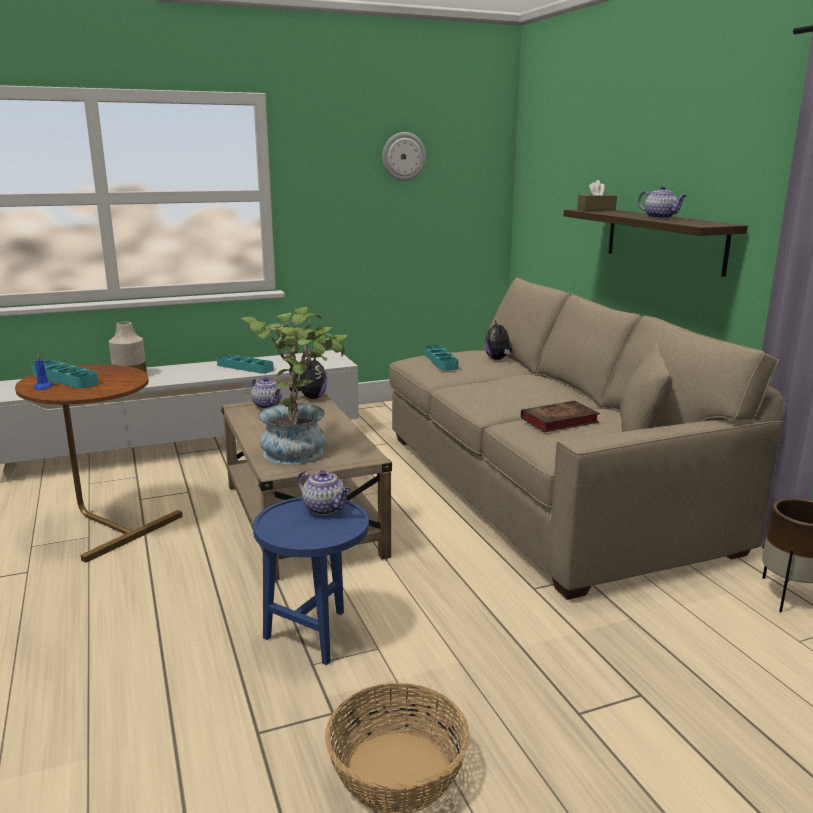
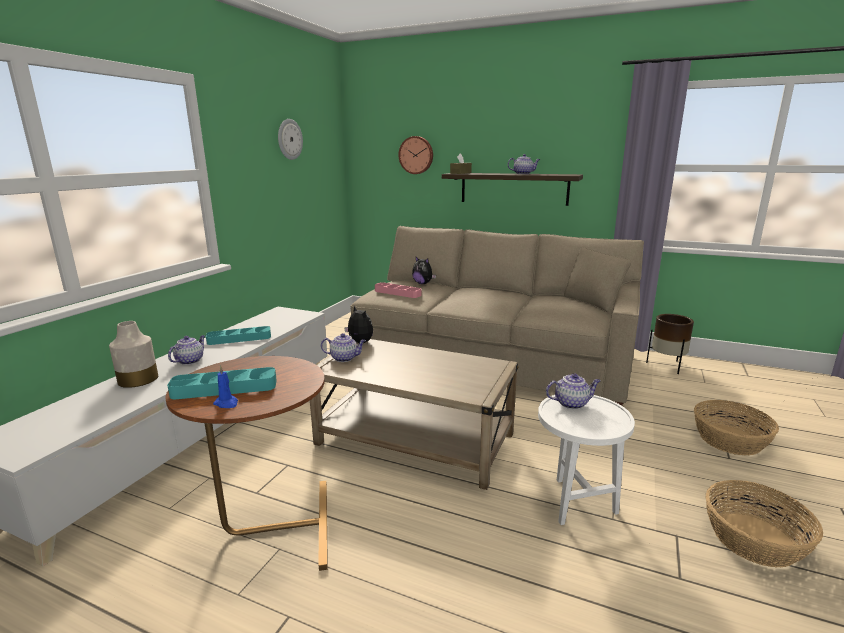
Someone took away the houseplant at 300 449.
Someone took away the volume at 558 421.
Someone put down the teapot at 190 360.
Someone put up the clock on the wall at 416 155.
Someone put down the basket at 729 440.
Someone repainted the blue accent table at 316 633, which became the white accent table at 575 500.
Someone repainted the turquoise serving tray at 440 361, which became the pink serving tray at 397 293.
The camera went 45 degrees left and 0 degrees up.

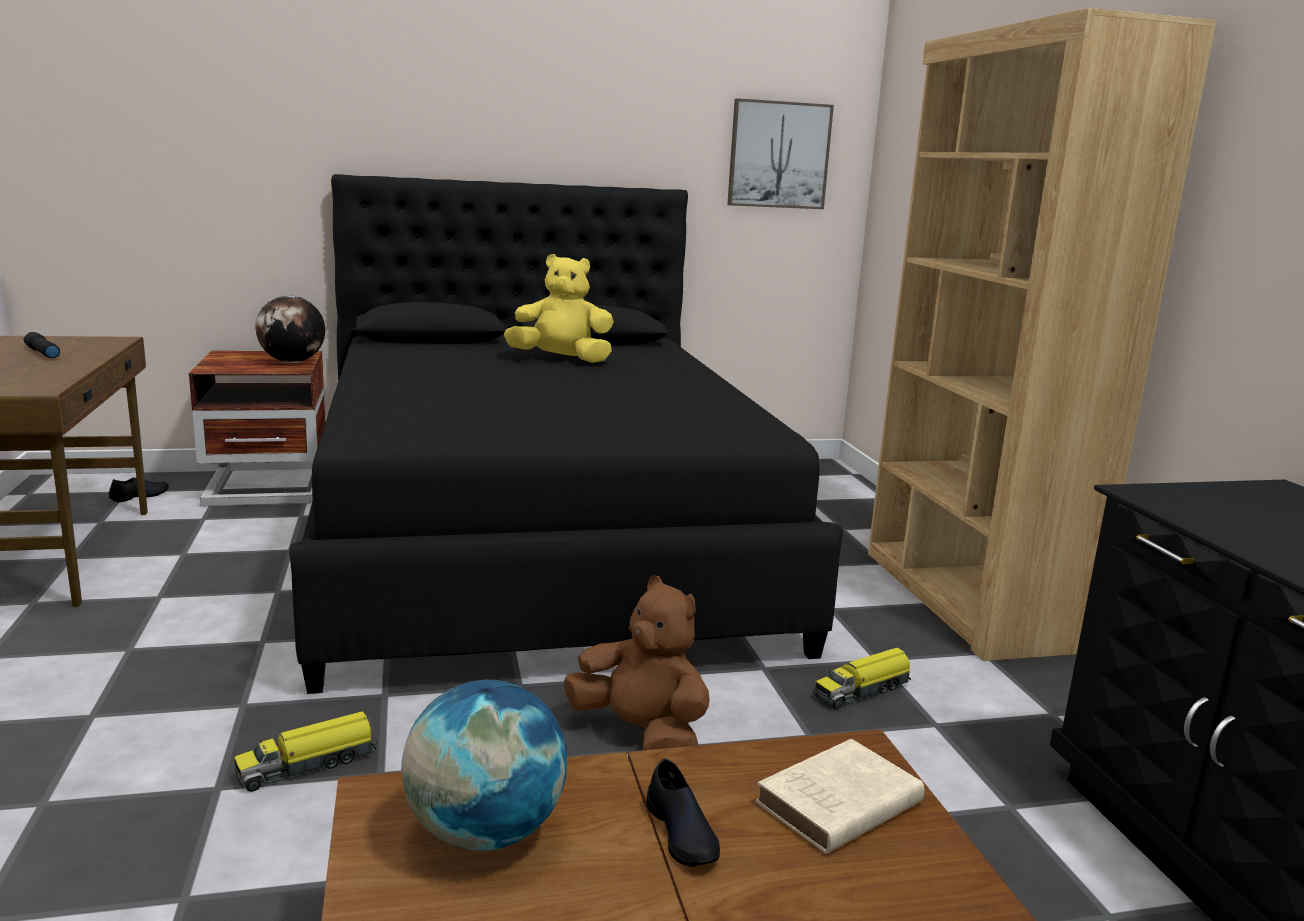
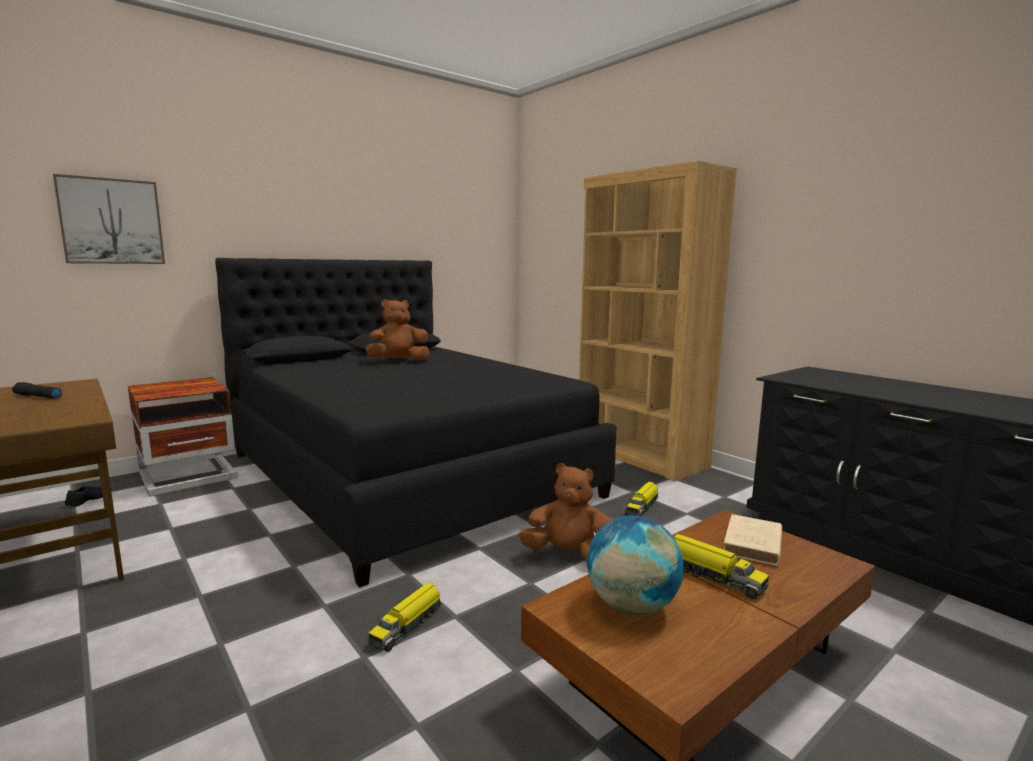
Someone took away the world globe at 292 362.
Someone carried the wall art from 778 155 to 111 221.
Someone swapped the blackish shoe at 682 833 for the toy truck at 713 576.
Someone repainted the yellowish soft toy at 561 360, which became the brown-coloured soft toy at 398 361.
The camera went 25 degrees left and 5 degrees down.

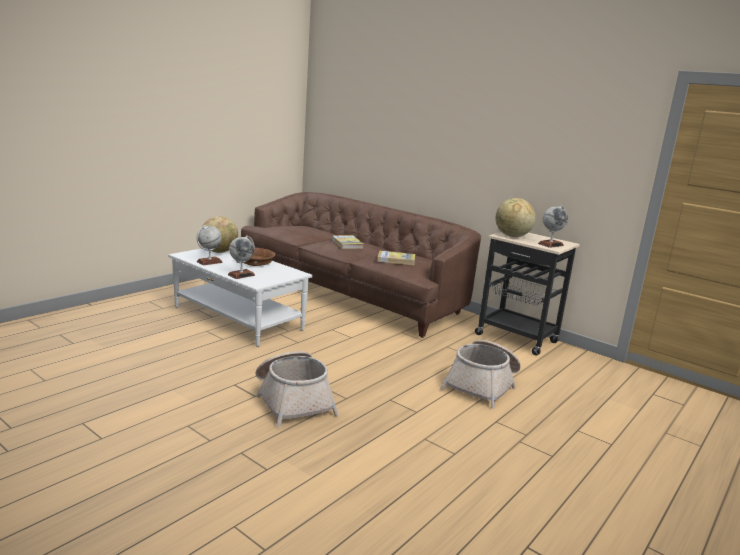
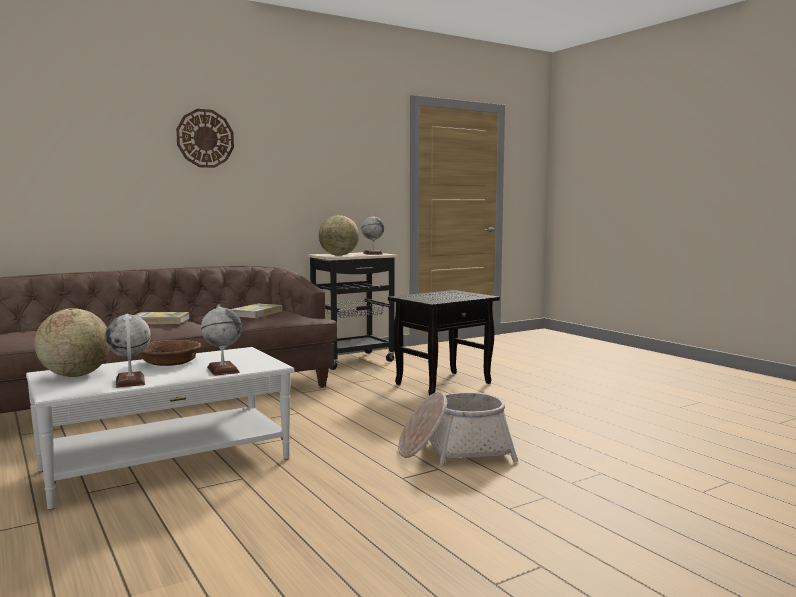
Someone put up the clock on the wall at 205 138.
Someone swapped the basket at 482 385 for the blackish accent table at 443 383.
The camera went 70 degrees left and 10 degrees down.

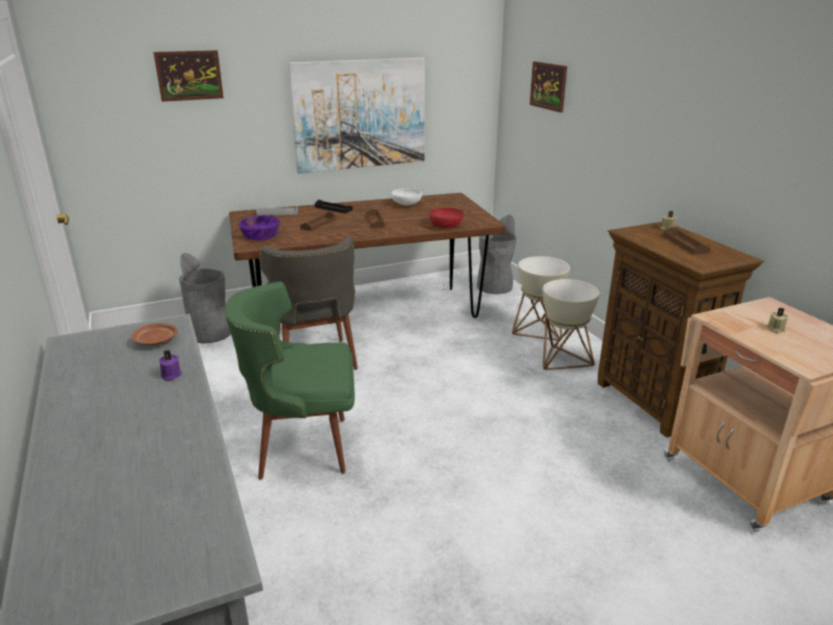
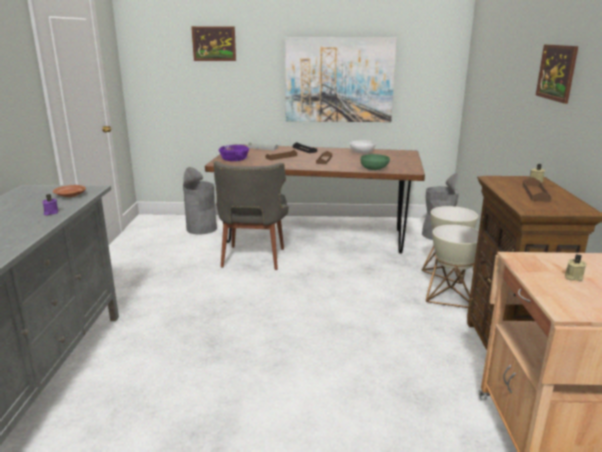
Someone took away the green-coloured chair at 305 448.
Someone carried the wall art from 548 86 to 556 72.
Someone repainted the red bowl at 446 226, which became the green-coloured bowl at 374 169.
The camera went 25 degrees right and 5 degrees down.

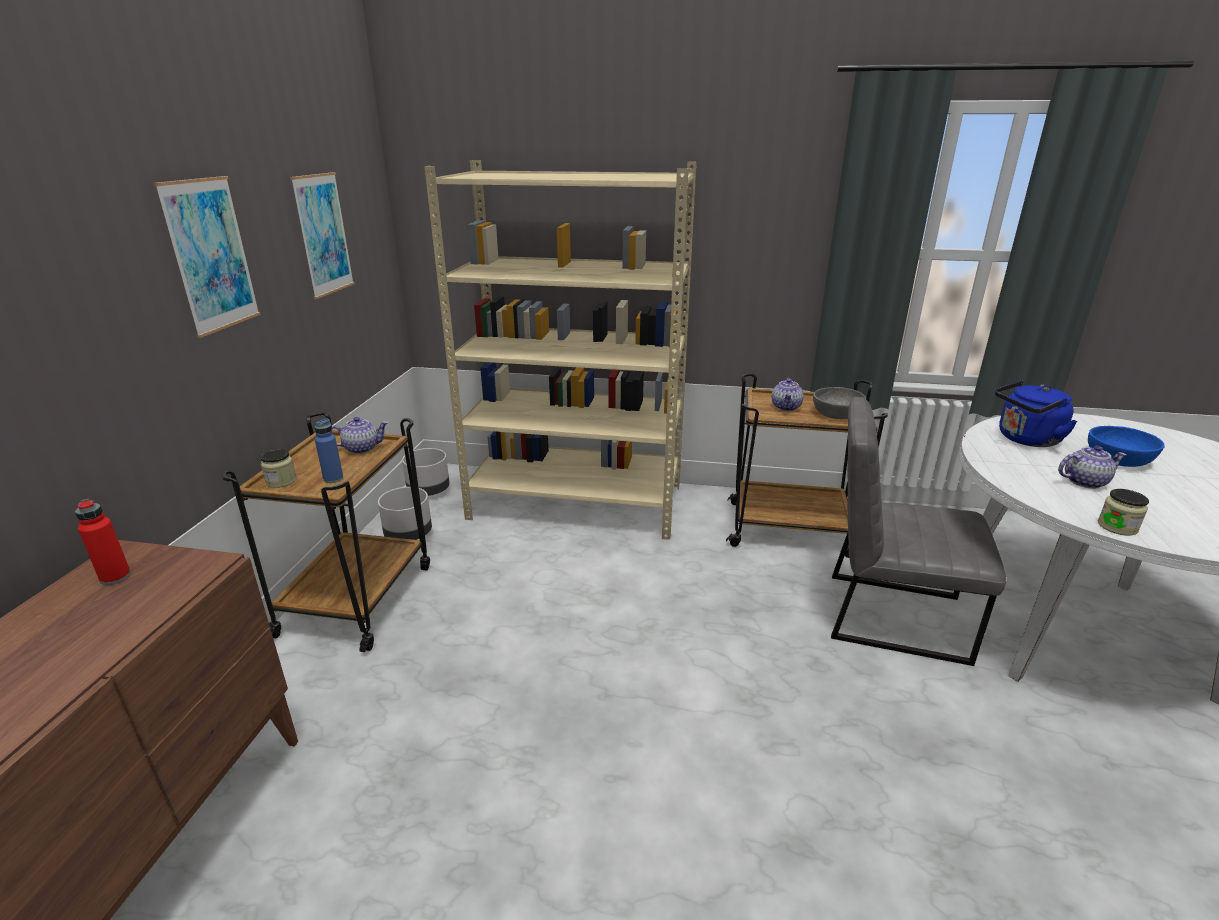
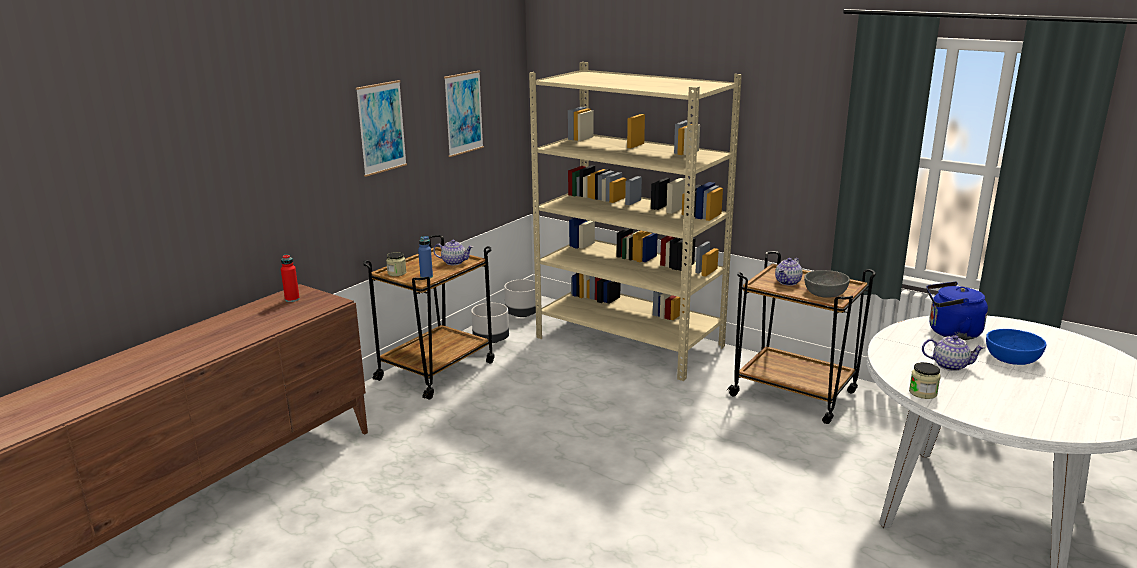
Someone took away the gray chair at 891 615.
The camera went 25 degrees right and 5 degrees down.

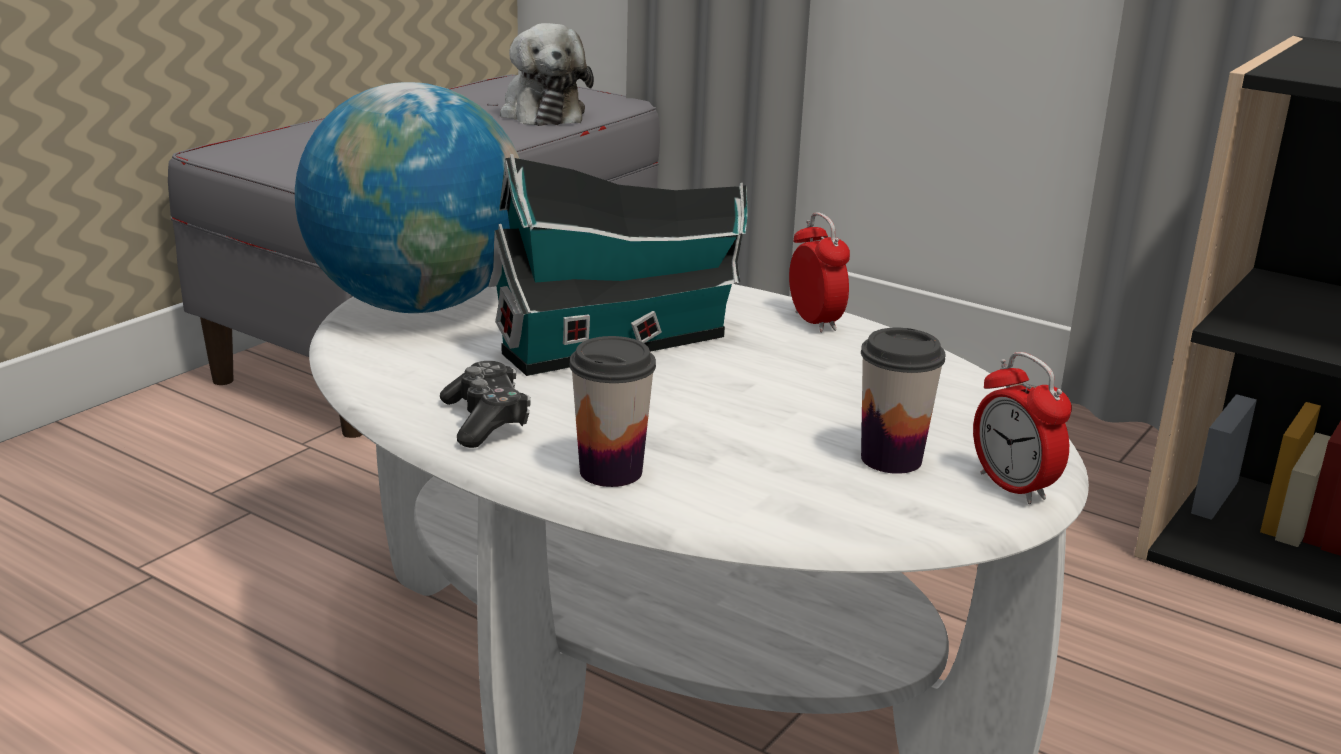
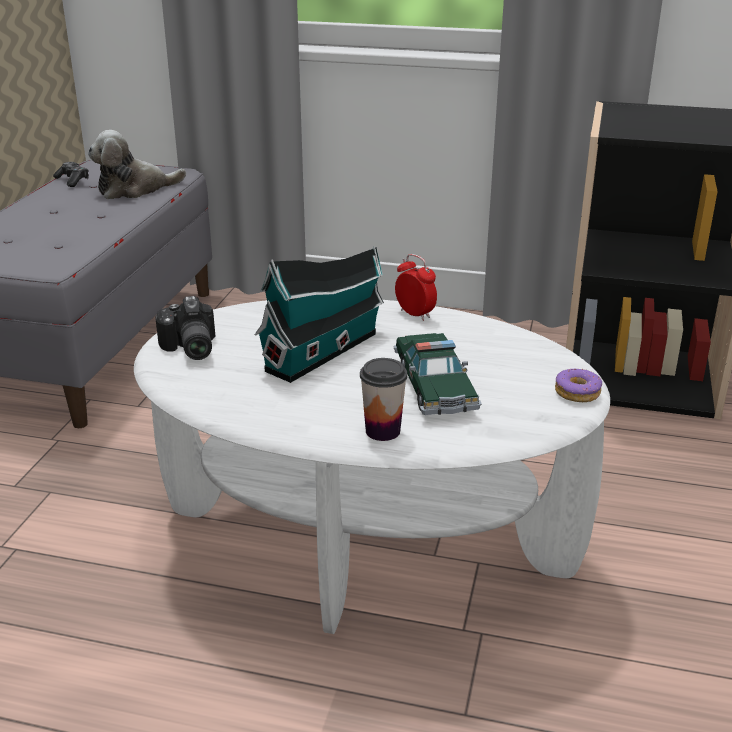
Someone took away the drinking cup at 891 459.
Someone put down the model car at 434 387.
Someone carried the game controller from 486 420 to 73 180.
Someone swapped the world globe at 418 305 for the still camera at 188 349.
Someone swapped the table clock at 1013 487 for the doughnut at 577 393.
Someone rotated the soft toy at 541 113 by 105 degrees clockwise.
The camera went 20 degrees left and 5 degrees up.

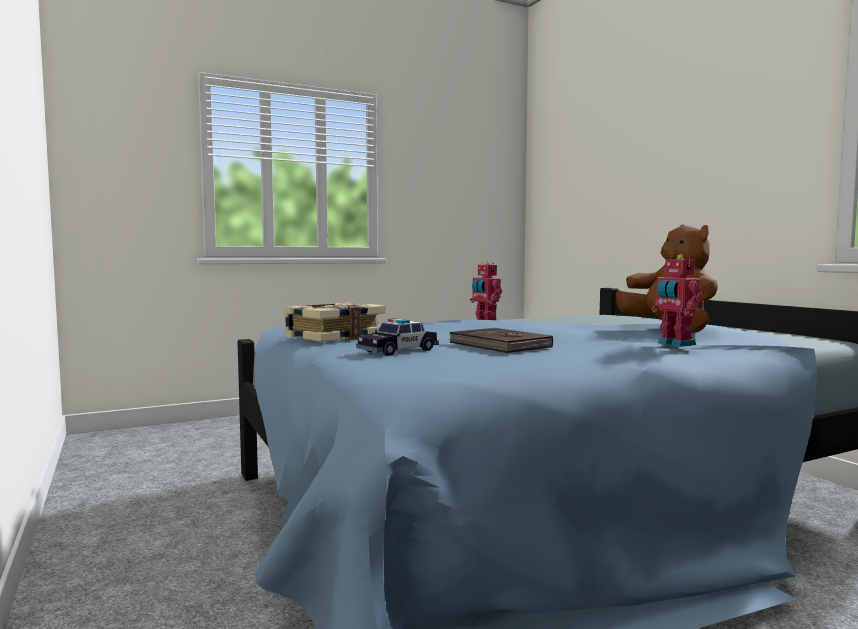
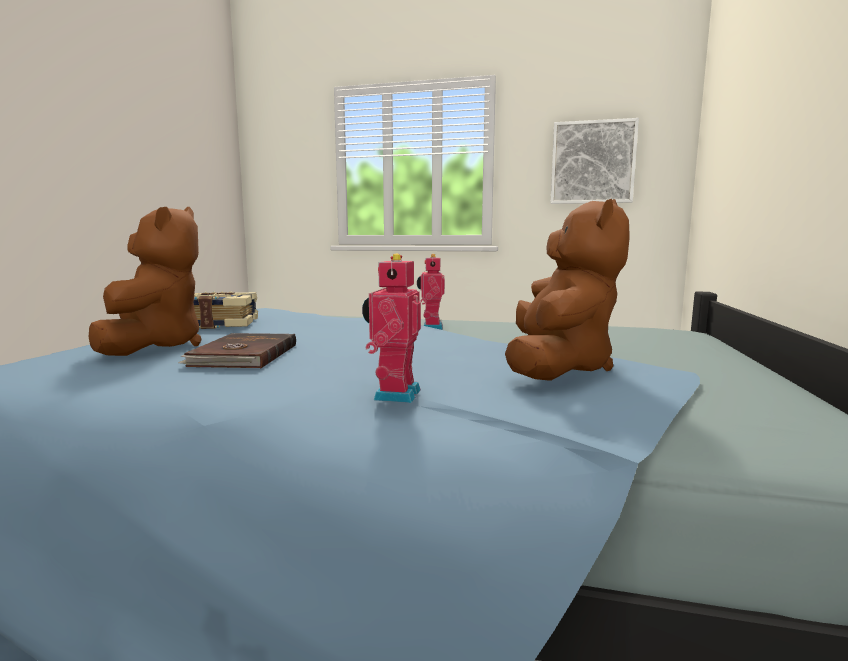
Someone put up the wall art at 592 162.
Someone swapped the model car at 398 351 for the brown-coloured soft toy at 155 346.
The camera went 40 degrees right and 5 degrees up.

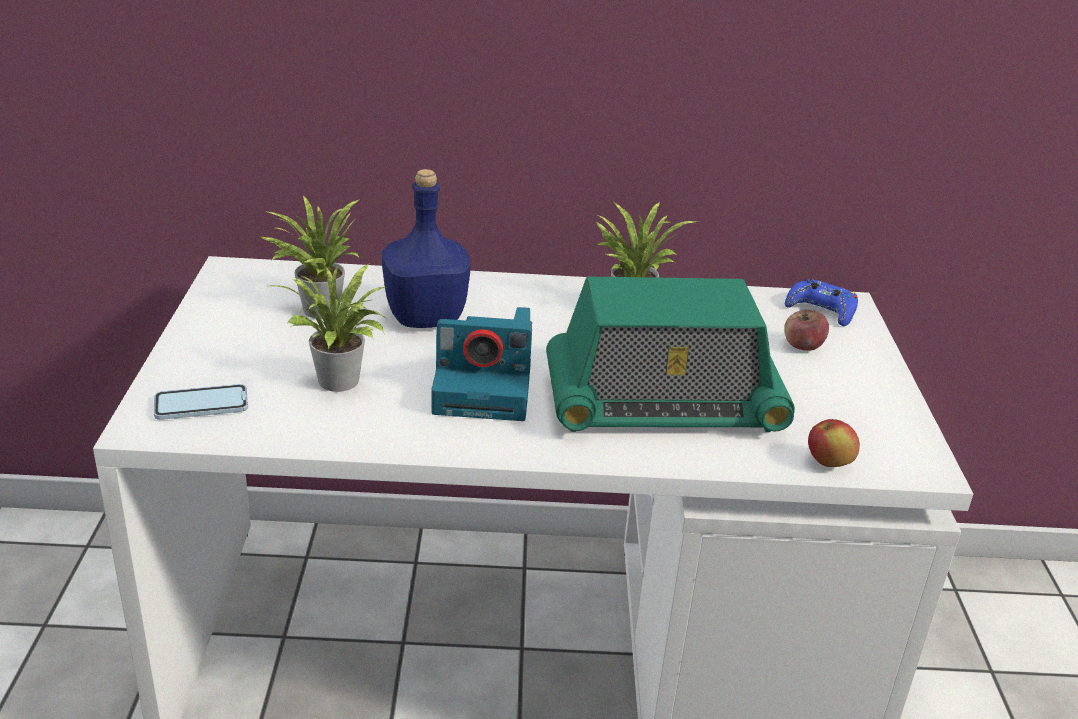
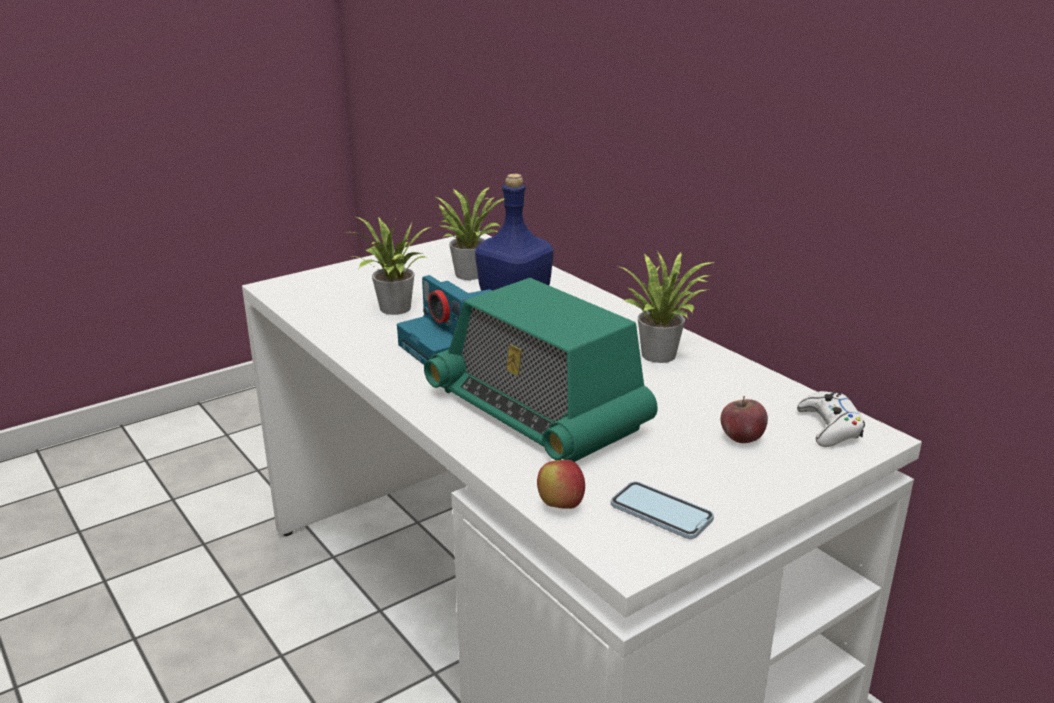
Someone carried the phone from 201 405 to 661 513.
Someone repainted the blue game controller at 821 310, which became the white game controller at 829 428.
The camera went 55 degrees right and 5 degrees down.

